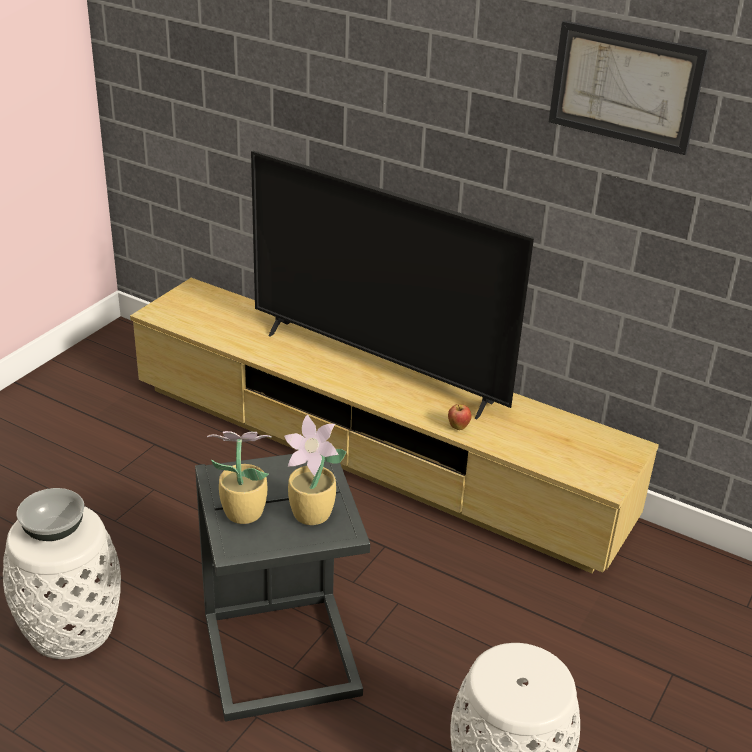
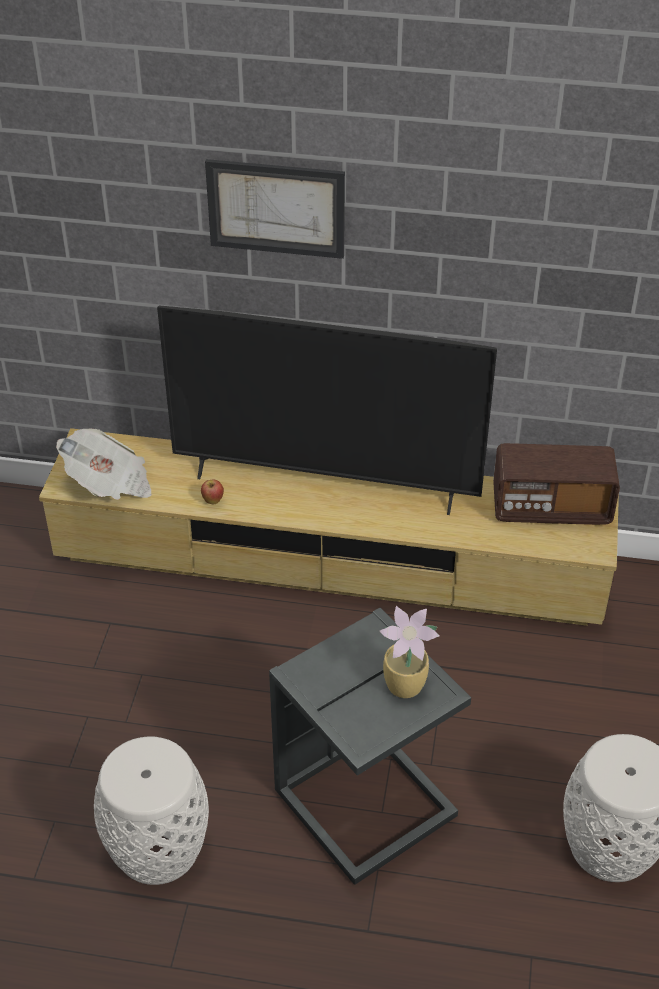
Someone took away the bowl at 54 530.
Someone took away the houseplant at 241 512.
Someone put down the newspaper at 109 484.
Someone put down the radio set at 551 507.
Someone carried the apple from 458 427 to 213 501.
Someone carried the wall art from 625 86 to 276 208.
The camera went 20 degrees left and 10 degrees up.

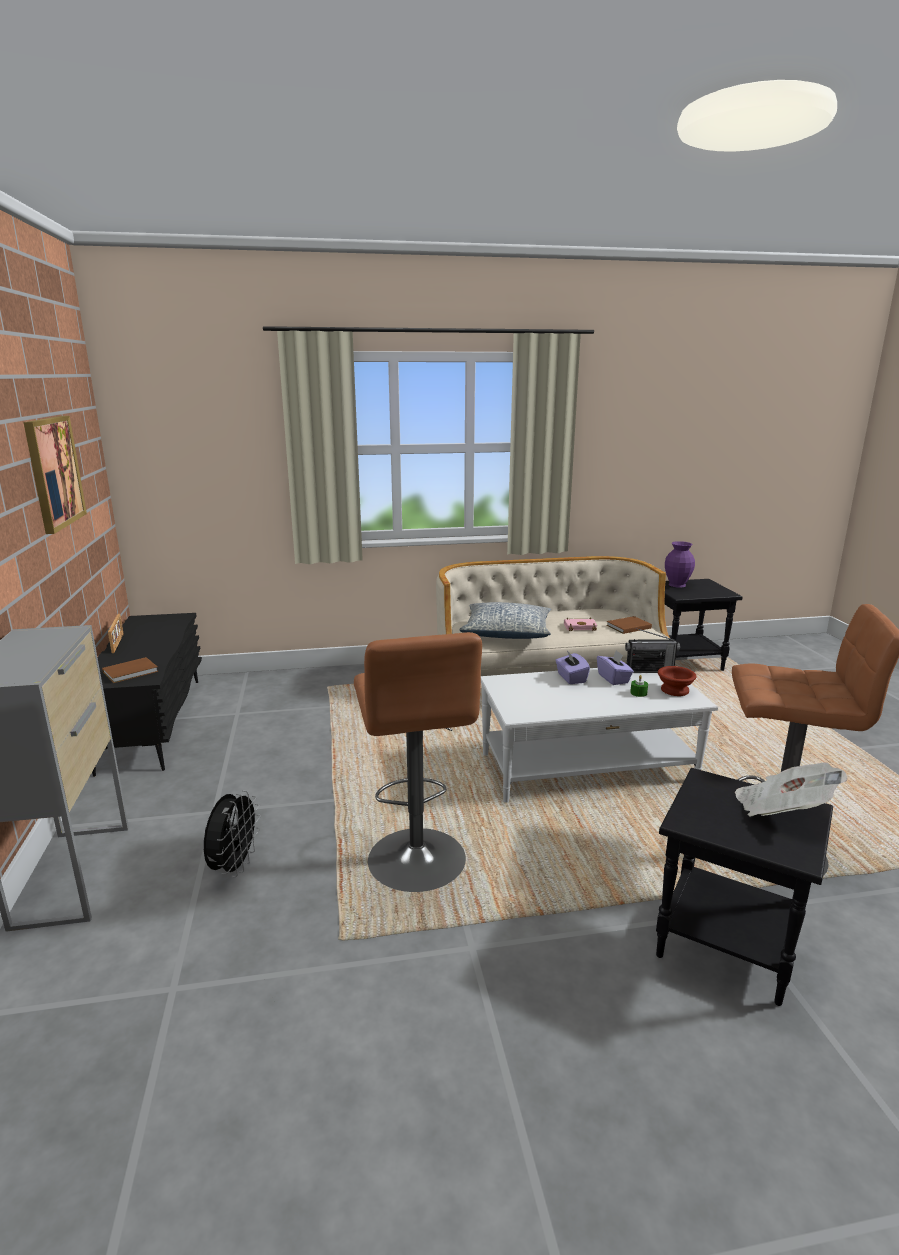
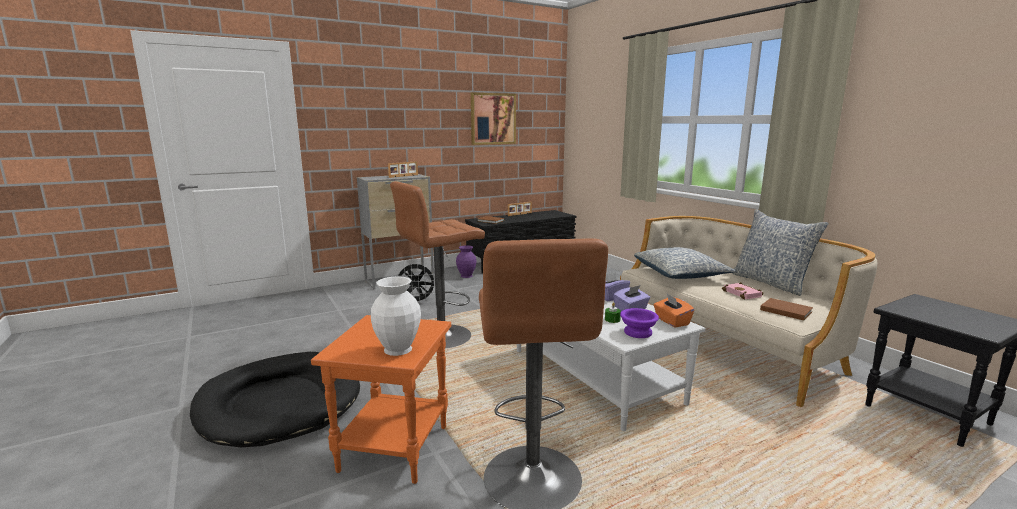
Someone put down the blackish pet bed at 279 403.
Someone put down the standing frame at 404 176.
Someone put down the cushion at 771 283.
Someone carried the purple decorative vase from 676 585 to 466 276.
Someone swapped the radio set at 649 670 for the orange-coloured box of tissues at 671 321.
Someone swapped the newspaper at 782 810 for the white decorative vase at 397 349.
Someone repainted the blackish accent table at 728 944, which became the orange-coloured accent table at 395 449.
Someone repainted the brown-coloured bowl at 673 690, which became the purple bowl at 637 332.
The camera went 70 degrees right and 5 degrees down.

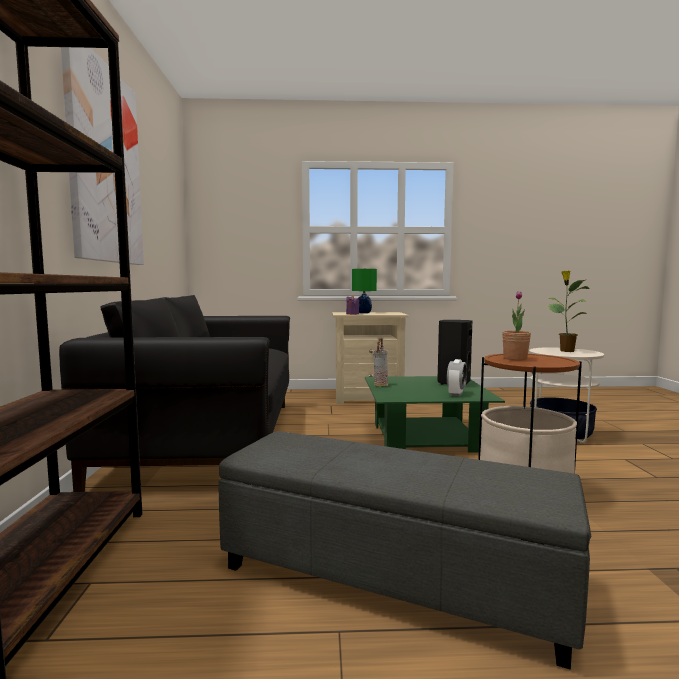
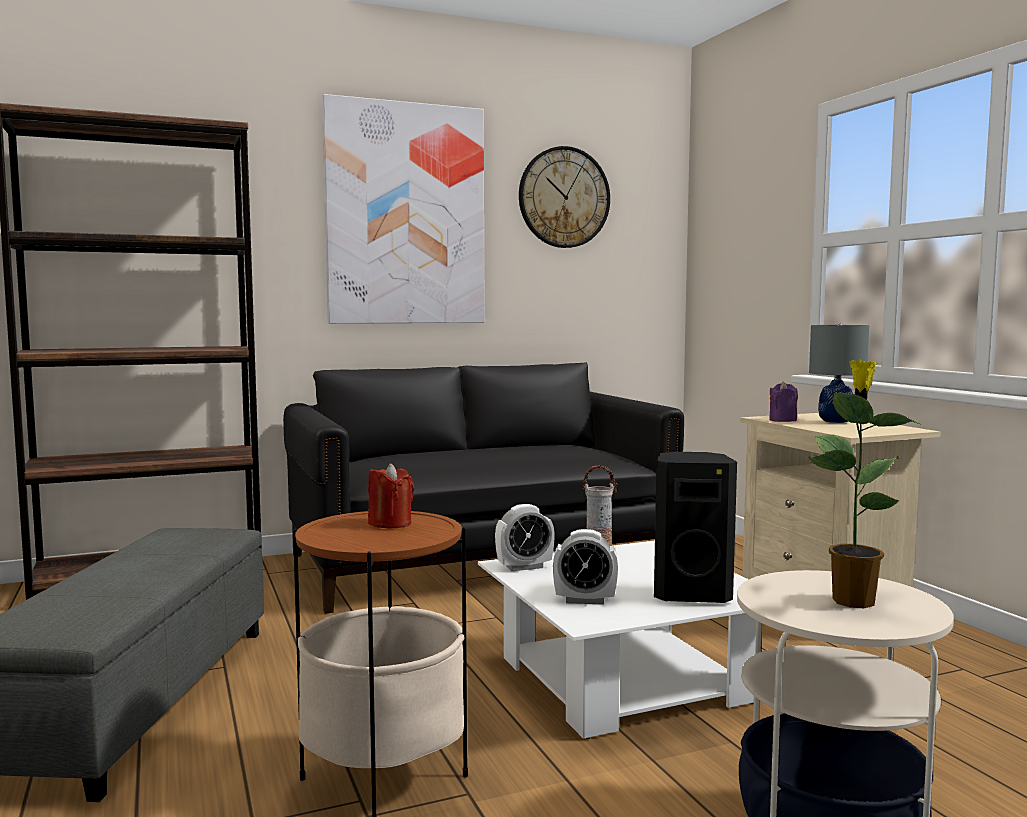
Someone put down the table clock at 524 567.
Someone put up the clock on the wall at 564 197.
Someone swapped the houseplant at 515 358 for the red wax light at 390 523.
Someone repainted the green-coloured table lamp at 364 313, which became the gray table lamp at 837 422.
Someone repainted the green-coloured coffee table at 425 437, which became the white coffee table at 623 680.
The camera went 70 degrees right and 0 degrees up.

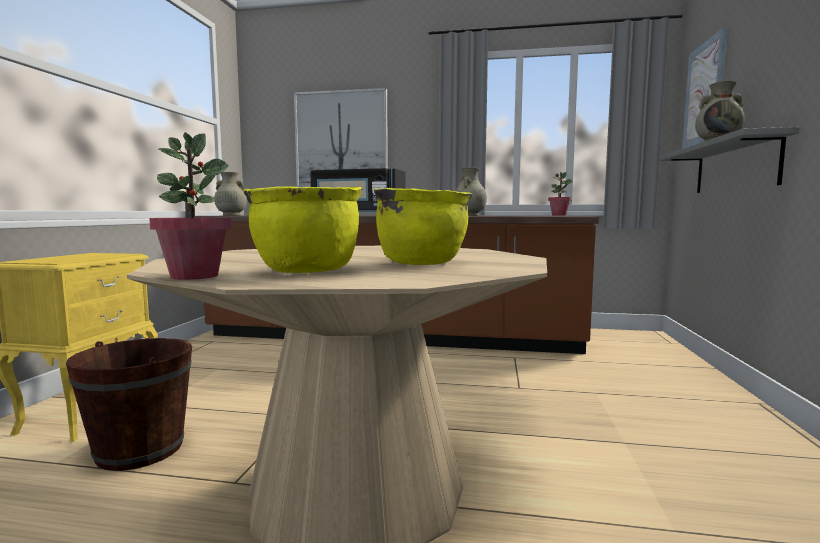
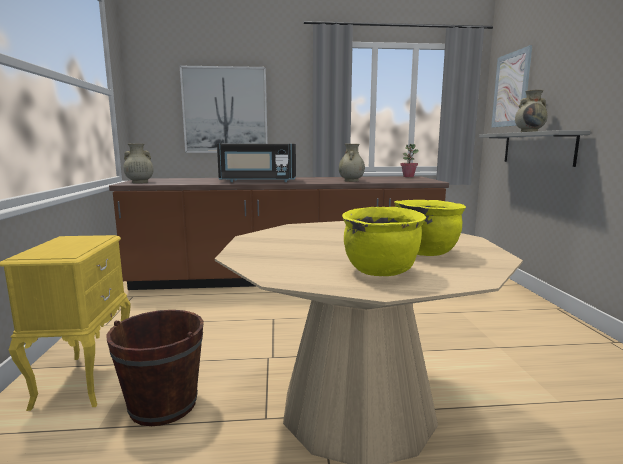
Someone took away the houseplant at 194 276.
The camera went 15 degrees left and 5 degrees up.

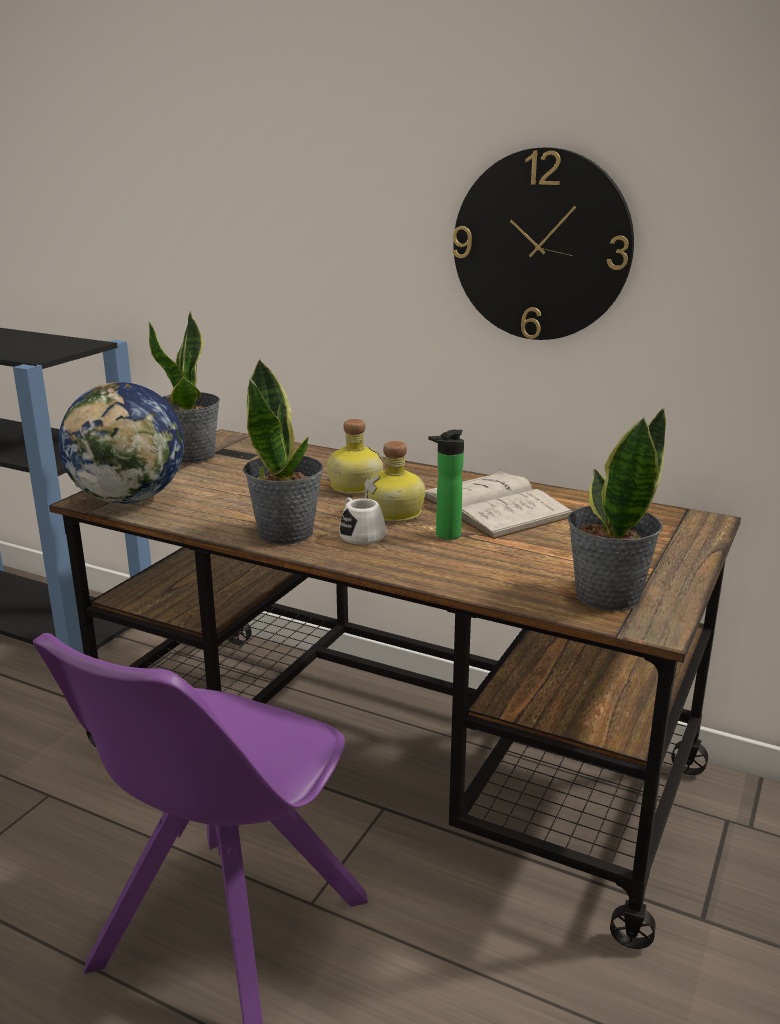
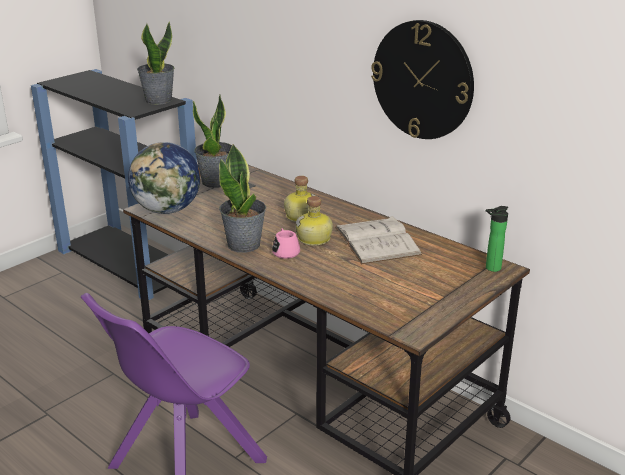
Someone carried the beverage bottle from 445 536 to 491 268.
Someone carried the houseplant from 606 595 to 158 100.
Someone repainted the white coffee mug at 359 534, which became the pink coffee mug at 285 251.
The camera went 15 degrees right and 5 degrees up.

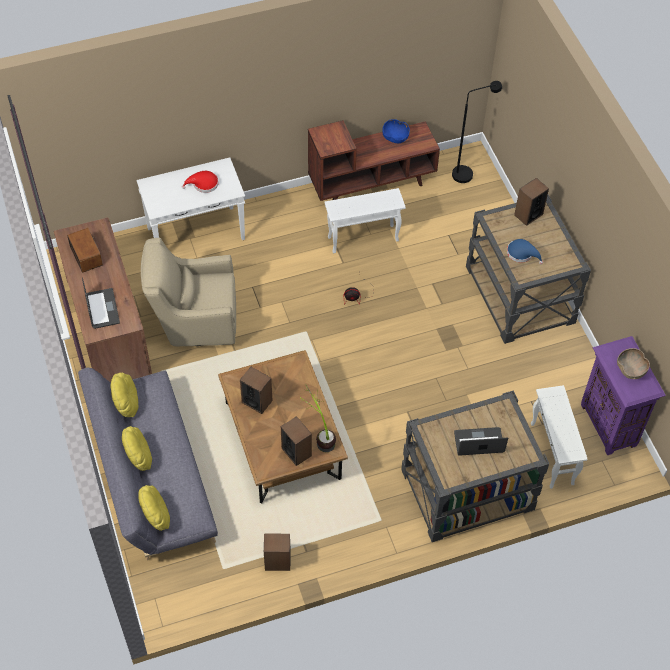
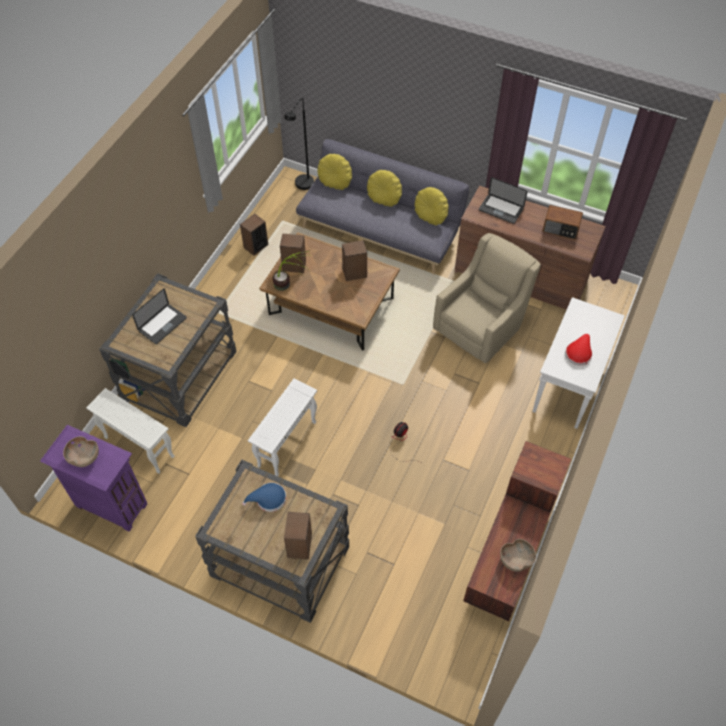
Someone carried the white accent table from 363 239 to 287 444.
Someone carried the blackish standing lamp from 467 173 to 302 187.
Someone repainted the blue bowl at 395 137, which became the brown-coloured bowl at 516 560.
The camera went 135 degrees right and 0 degrees up.

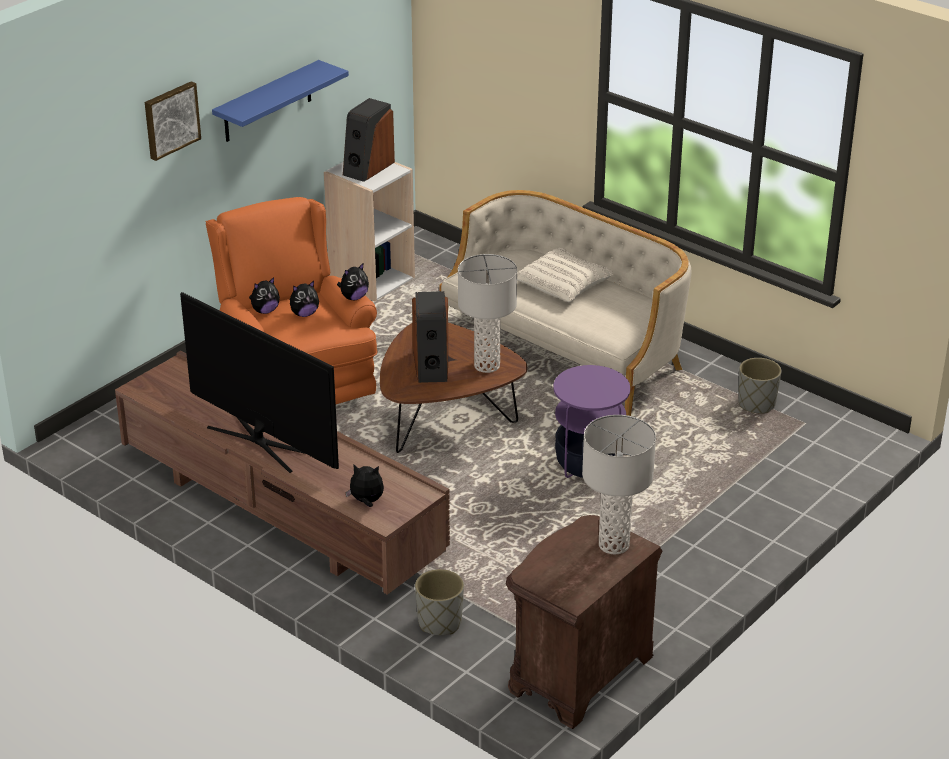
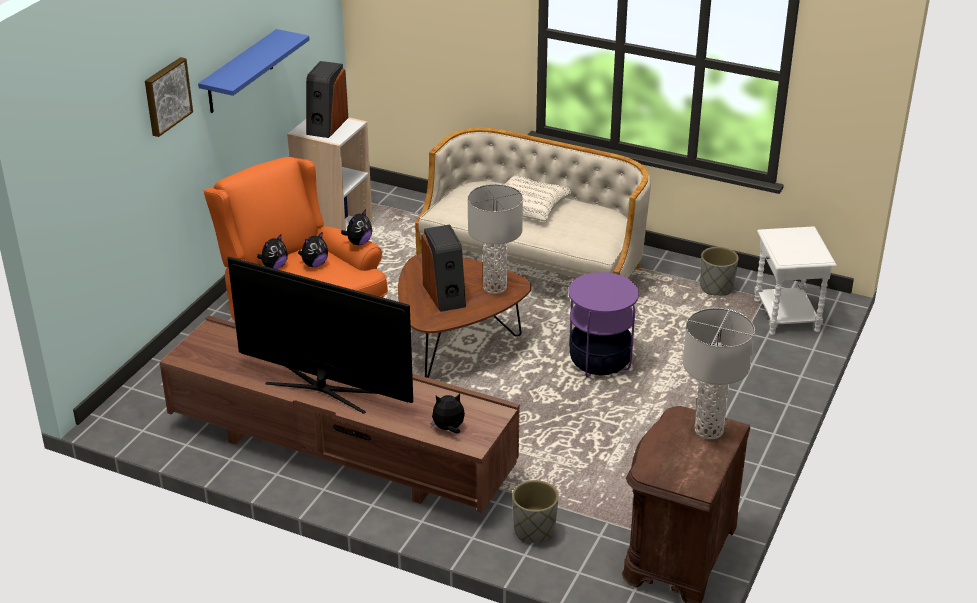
Someone put down the white accent table at 787 315.
The camera went 15 degrees left and 0 degrees up.

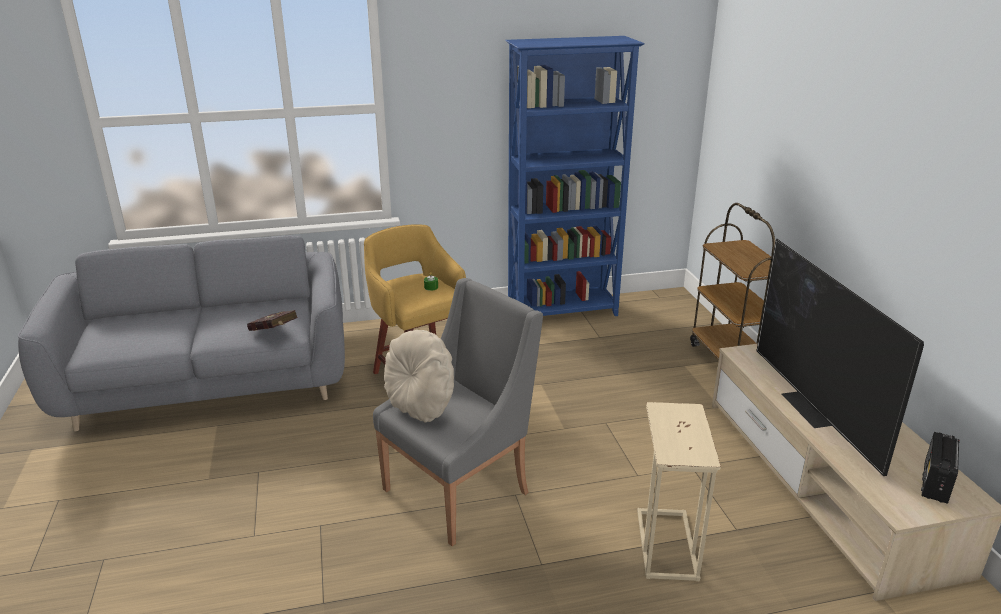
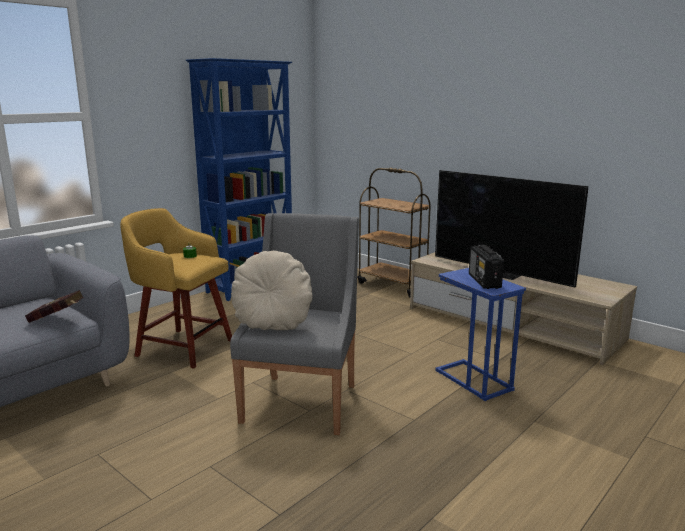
Someone carried the radio set from 935 483 to 484 281.
Someone repainted the beige accent table at 667 545, which became the blue accent table at 474 380.
The camera went 35 degrees left and 10 degrees down.

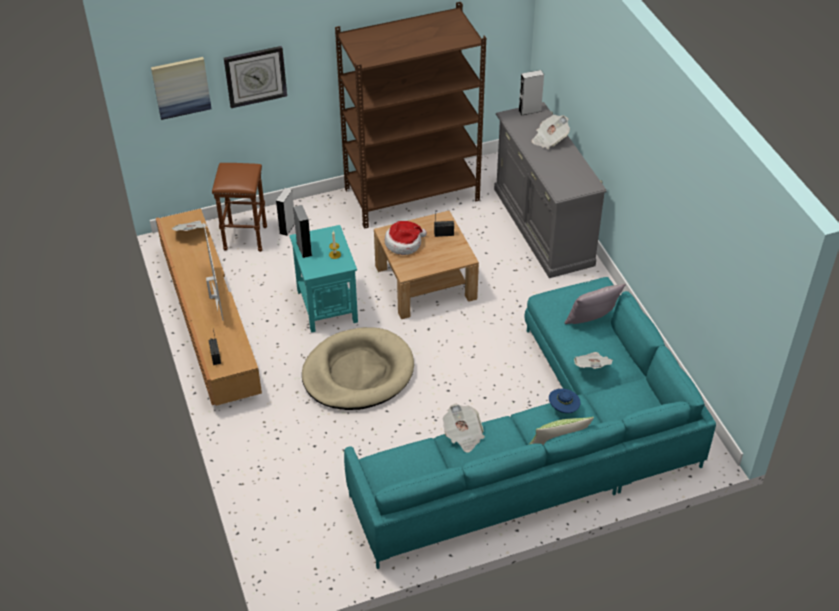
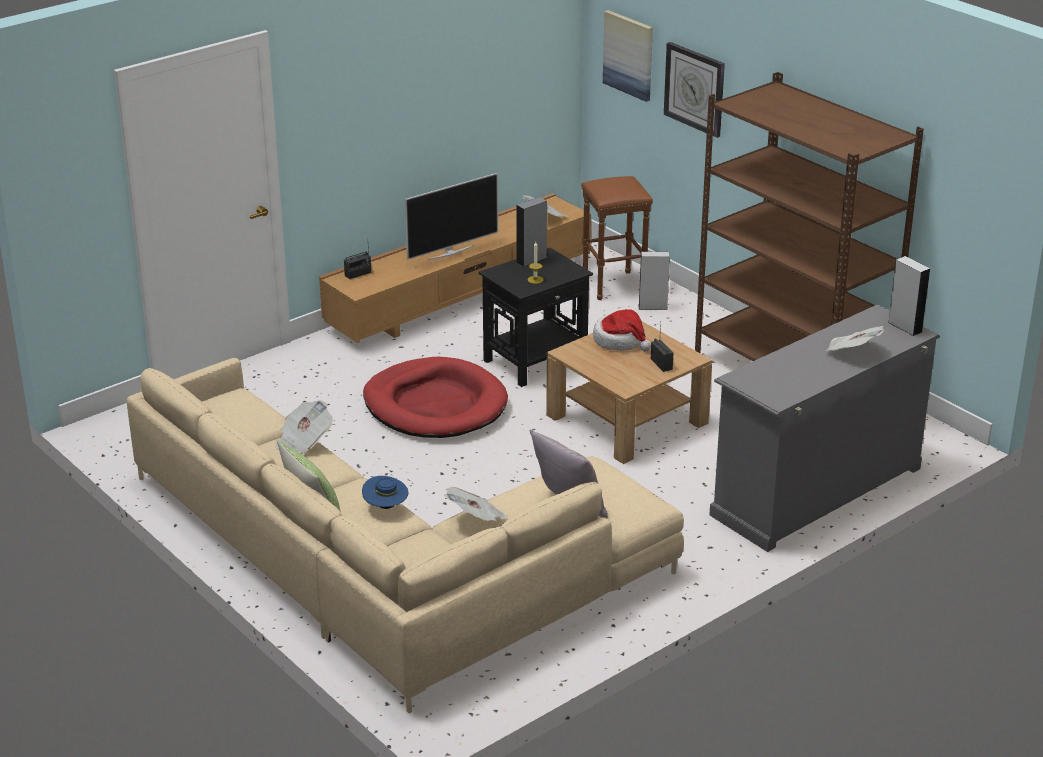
Someone repainted the turquoise accent table at 327 305, which became the blackish accent table at 536 361.
Someone repainted the beige pet bed at 358 373, which became the red pet bed at 435 405.
Someone repainted the turquoise sofa at 546 443, which became the beige sofa at 388 565.
The camera went 70 degrees right and 15 degrees down.

